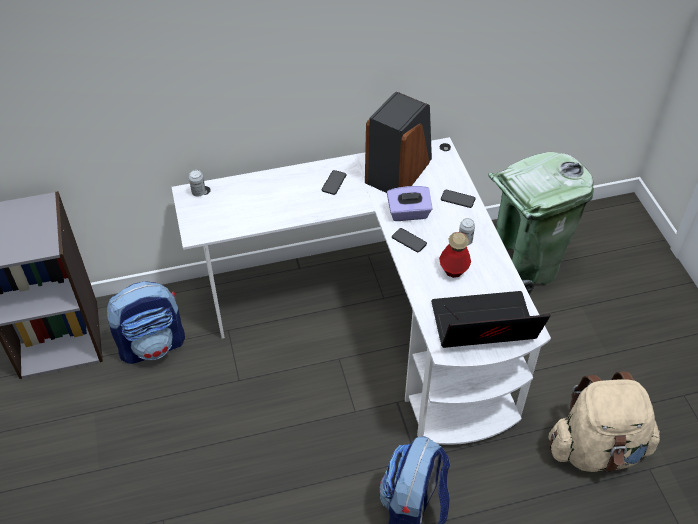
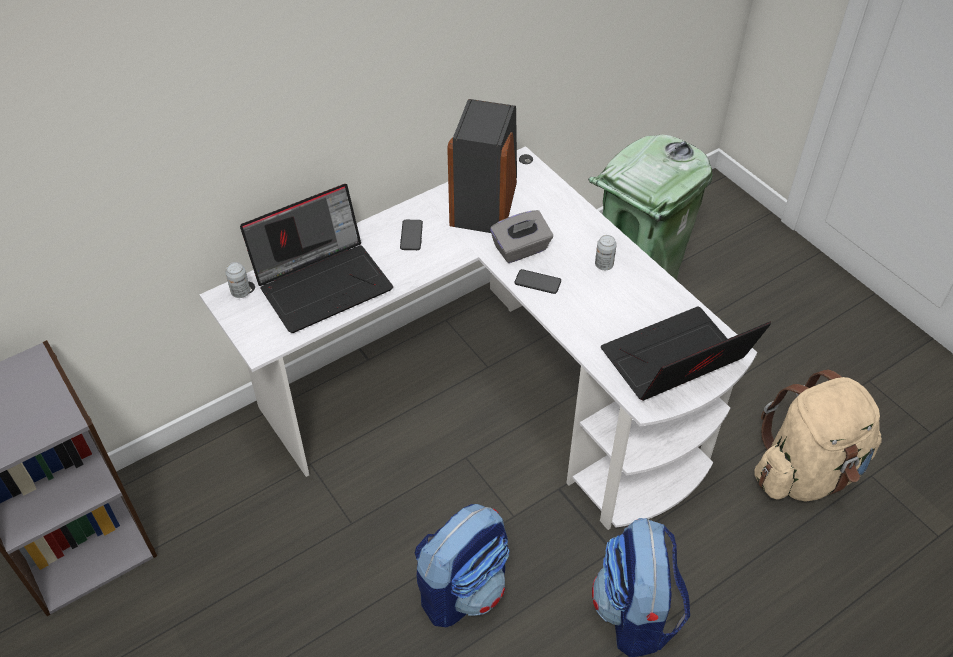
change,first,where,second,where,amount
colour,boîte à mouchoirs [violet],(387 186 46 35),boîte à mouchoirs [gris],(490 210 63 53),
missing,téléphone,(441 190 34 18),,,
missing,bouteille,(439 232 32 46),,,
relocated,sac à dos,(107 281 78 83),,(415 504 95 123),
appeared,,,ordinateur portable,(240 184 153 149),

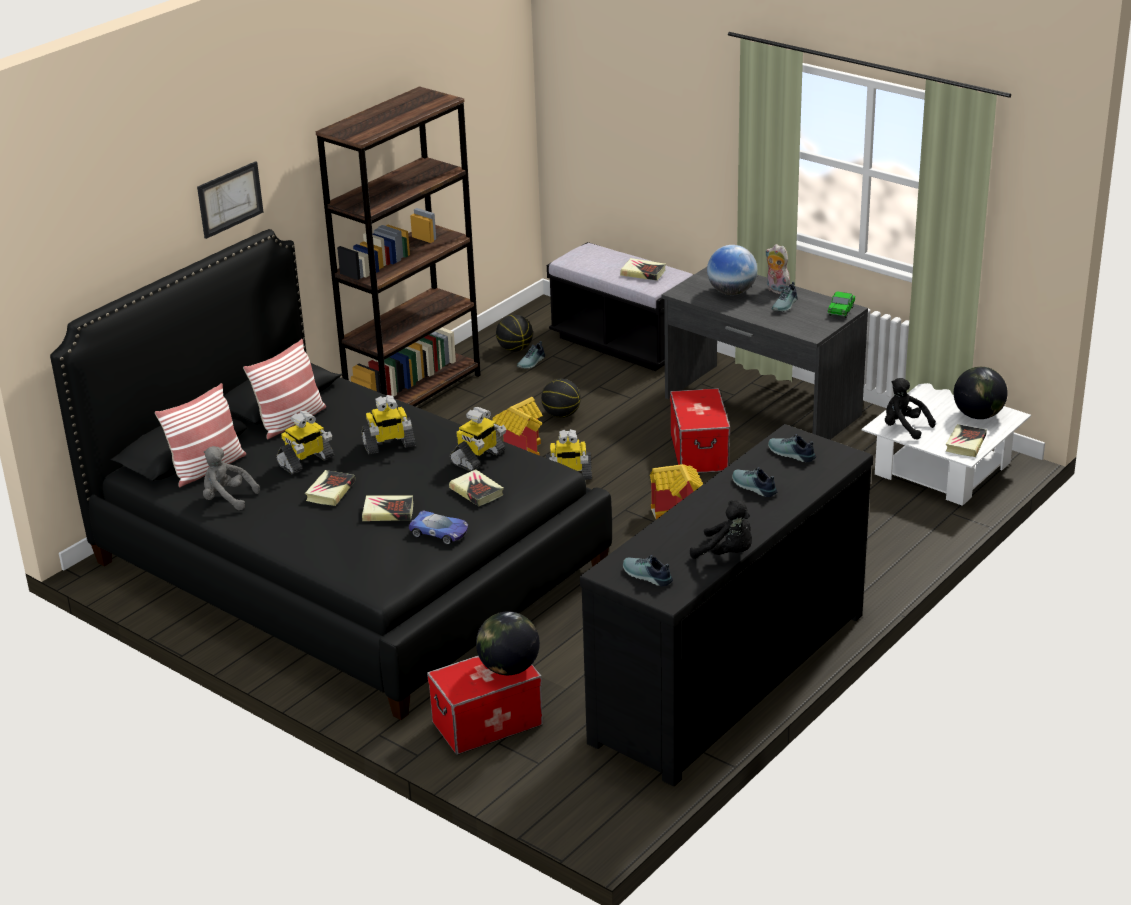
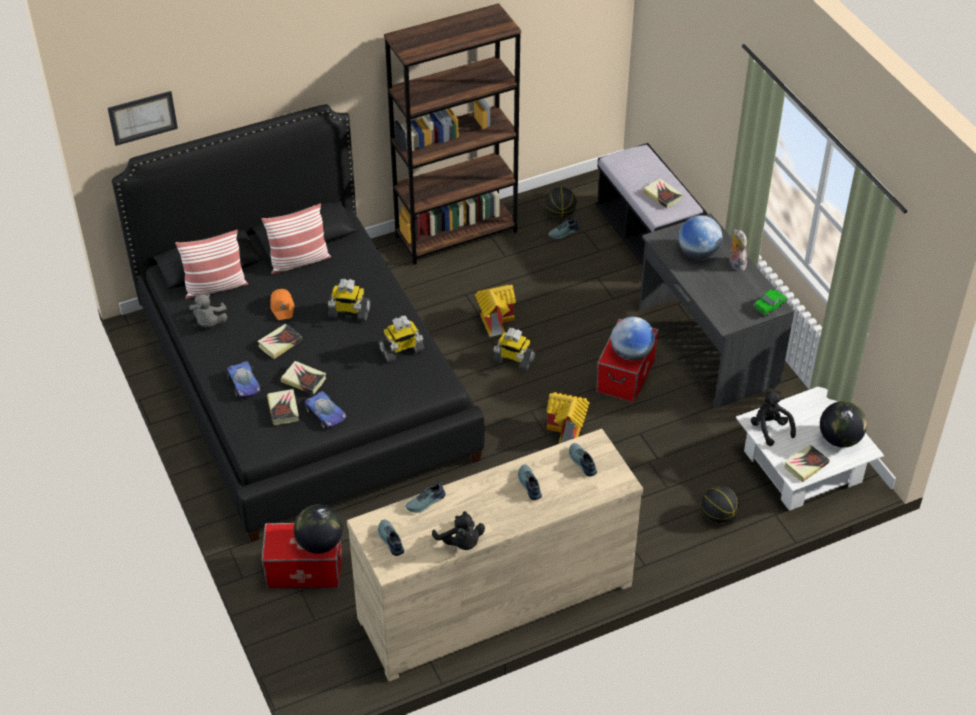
change,first,where,second,where,amount
relocated,tableau,(197 161 66 78),,(108 91 70 55),
relocated,chaussure,(772 282 26 30),,(405 482 40 31),
relocated,ballon de basket,(541 379 40 39),,(701 486 38 37),
exchanged,robot jouet,(276 411 58 64),casquette [orange],(270 289 25 31),
colour,commode [noir],(580 424 293 362),commode [beige],(347 429 296 252),
spun,peluche [gris],(203 446 57 64),,(189 294 38 33),135 degrees counterclockwise
relocated,livre,(449 469 55 37),,(267 389 32 36),
appeared,,,globe,(611 317 44 44),
appeared,,,petite voiture,(226 361 36 37),

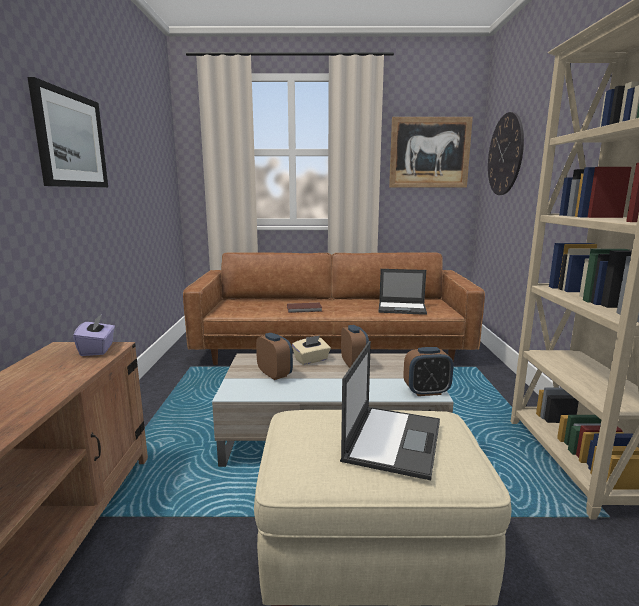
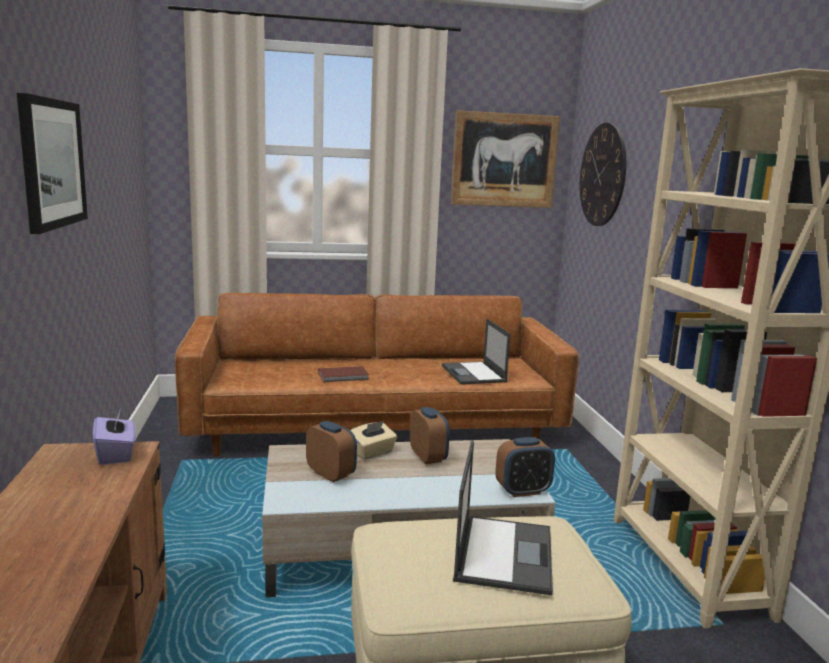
change,first,where,second,where,amount
spun,ordinateur portable,(378 269 49 46),,(442 319 68 66),75 degrees clockwise

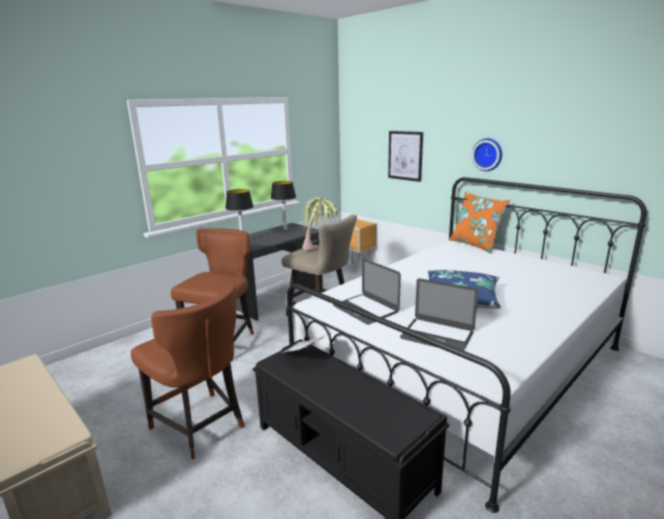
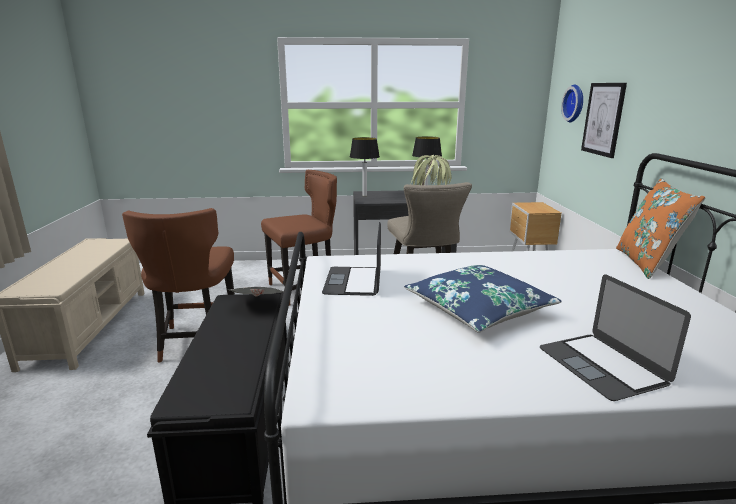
change,first,where,second,where,amount
relocated,horloge murale,(472 138 30 33),,(561 84 22 38),
relocated,ordinateur portable,(400 278 78 72),,(540 274 151 127),

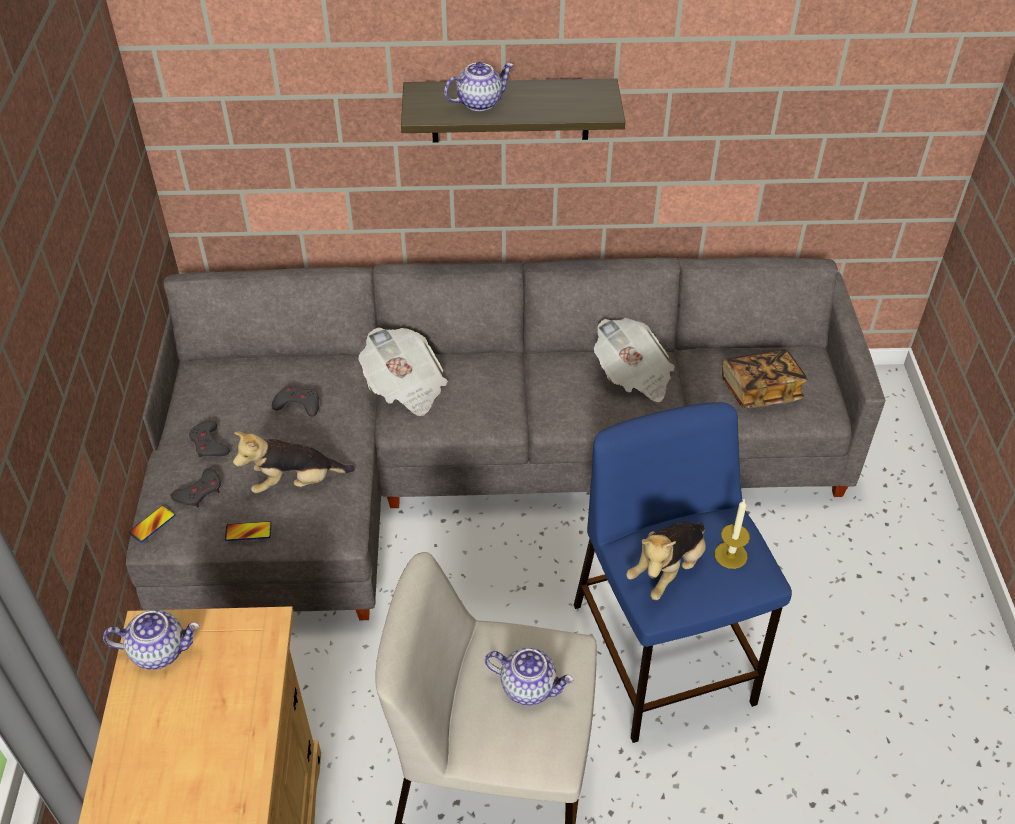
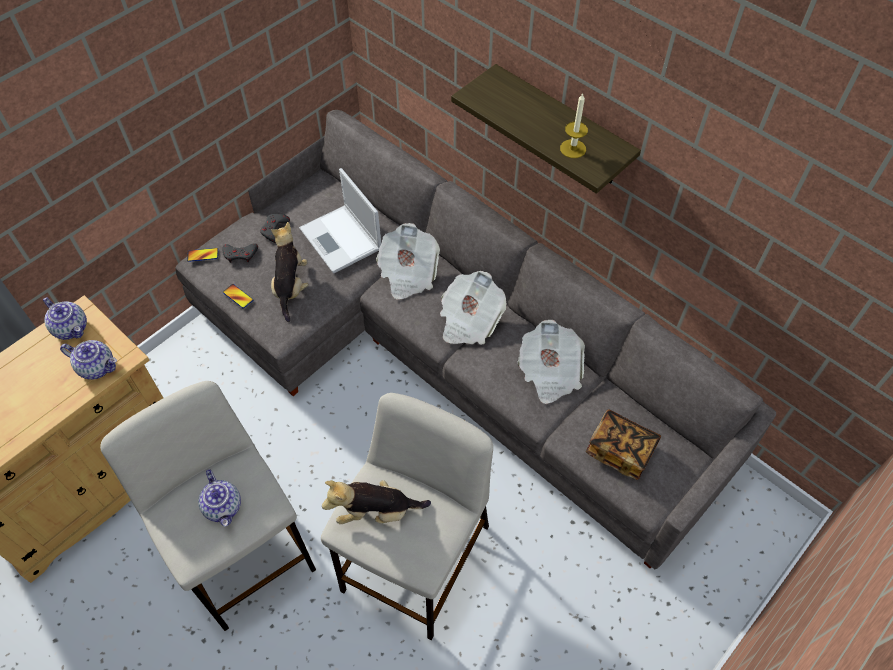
change,first,where,second,where,amount
relocated,théière,(444 62 70 49),,(60 340 57 40),
exchanged,manette [gris],(272 386 47 30),ordinateur portable,(299 168 82 105),
colour,tabouret [bleu],(574 402 218 341),tabouret [beige],(321 393 172 247),
spun,peluche,(233 431 122 62),,(271 222 38 100),60 degrees clockwise
relocated,bougie,(714 500 36 69),,(560 93 28 65),
appeared,,,journal,(440 271 67 74),

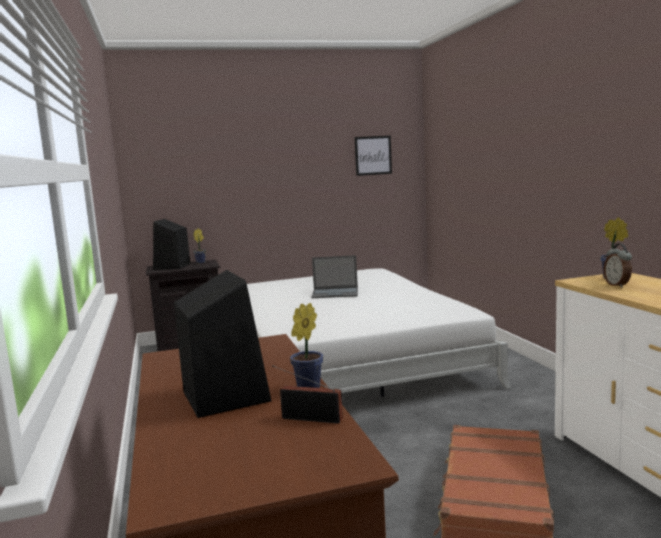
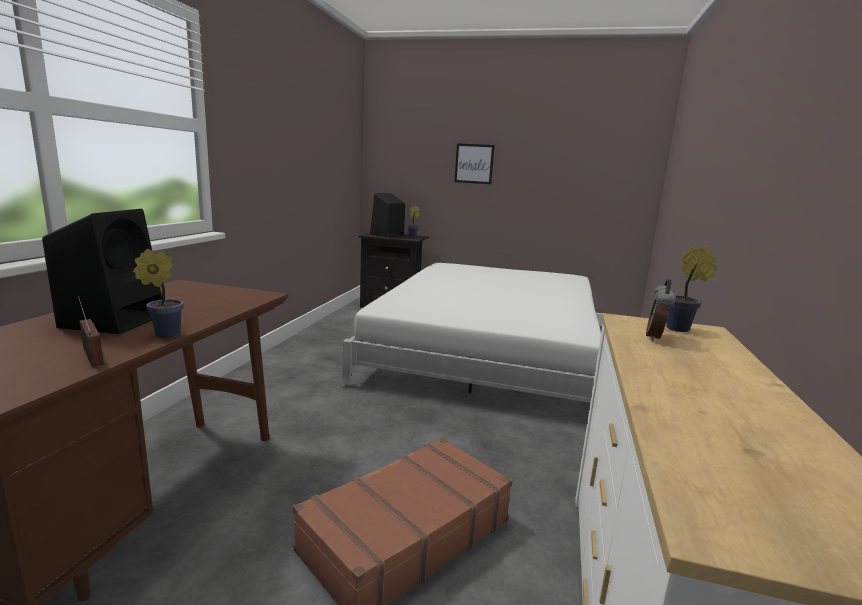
change,first,where,second,where,amount
relocated,tableau,(355 136 37 40),,(454 143 41 41),
missing,ordinateur portable,(312 255 46 43),,,

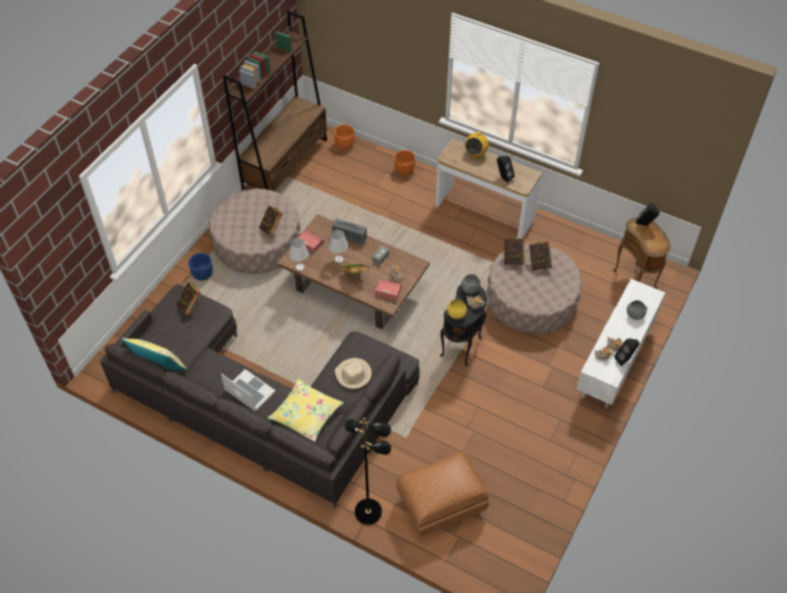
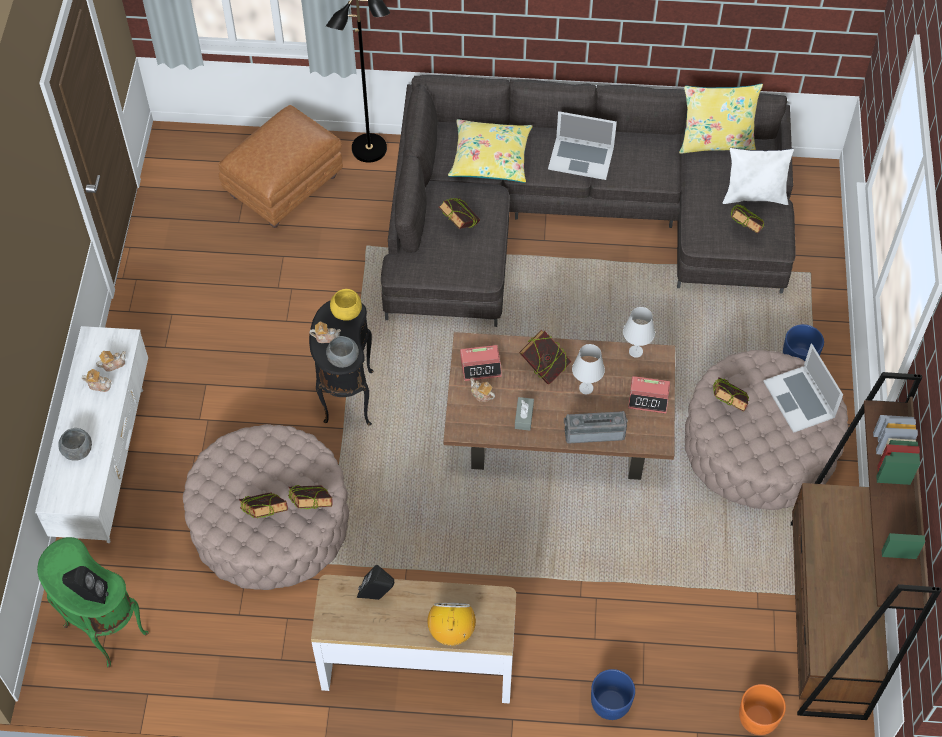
change,first,where,second,where,amount
colour,cache-pot [orange],(394 150 21 26),cache-pot [bleu],(591 669 44 51),
colour,table d'appoint [marron],(613 217 57 72),table d'appoint [vert],(37 537 112 131),
missing,enceinte [noir],(614 338 26 28),,,
exchanged,chapeau [beige],(335 358 37 31),livre,(439 198 41 31),
appeared,,,coussin [blanc],(723 148 71 57),
appeared,,,ordinateur portable,(763 343 80 90),

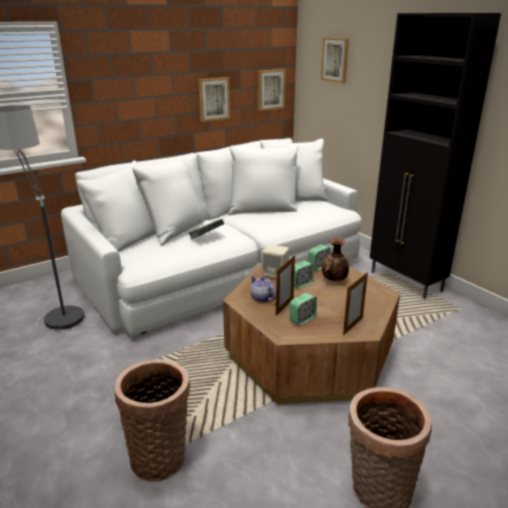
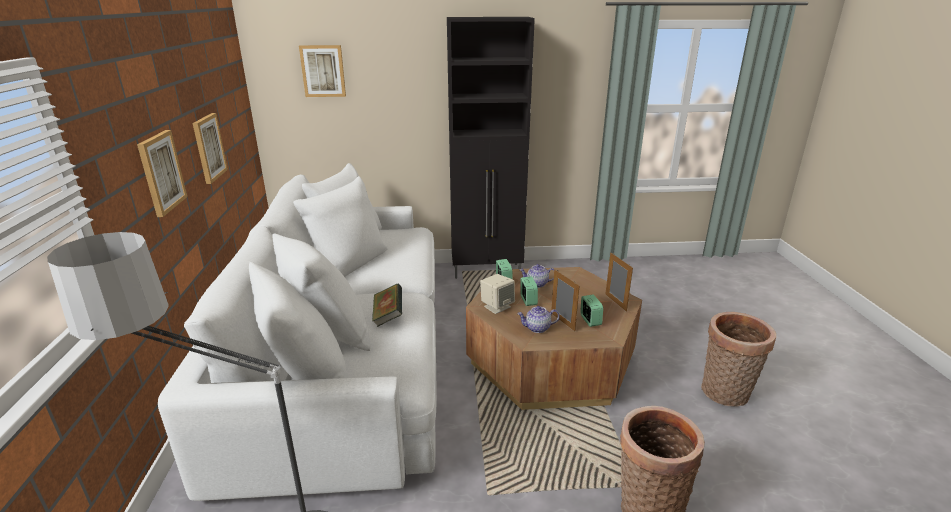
change,first,where,second,where,amount
relocated,tableau,(258 69 27 42),,(137 130 50 87),
exchanged,vase,(322 238 27 43),théière,(519 264 35 24),

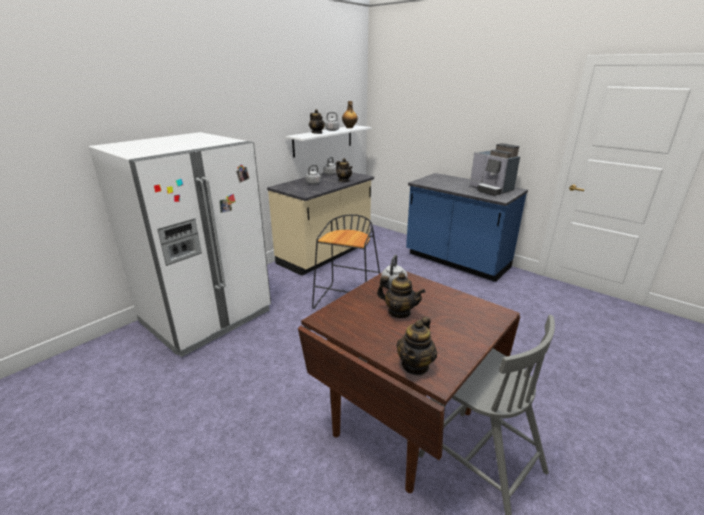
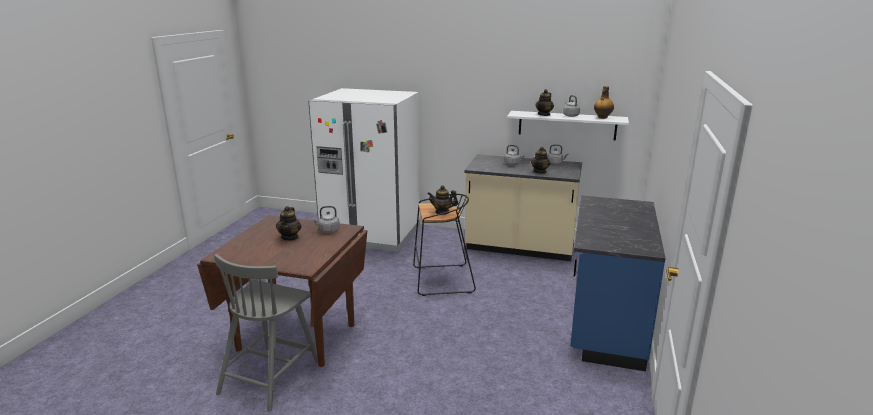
change,first,where,second,where,amount
missing,machine à café,(470 143 50 53),,,
relocated,théière,(396 317 41 59),,(427 185 31 30),

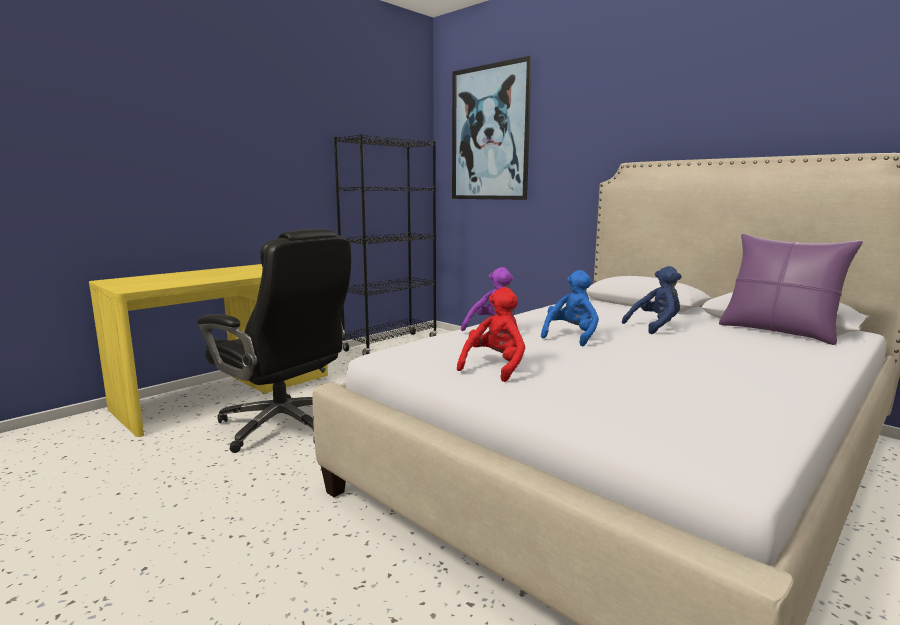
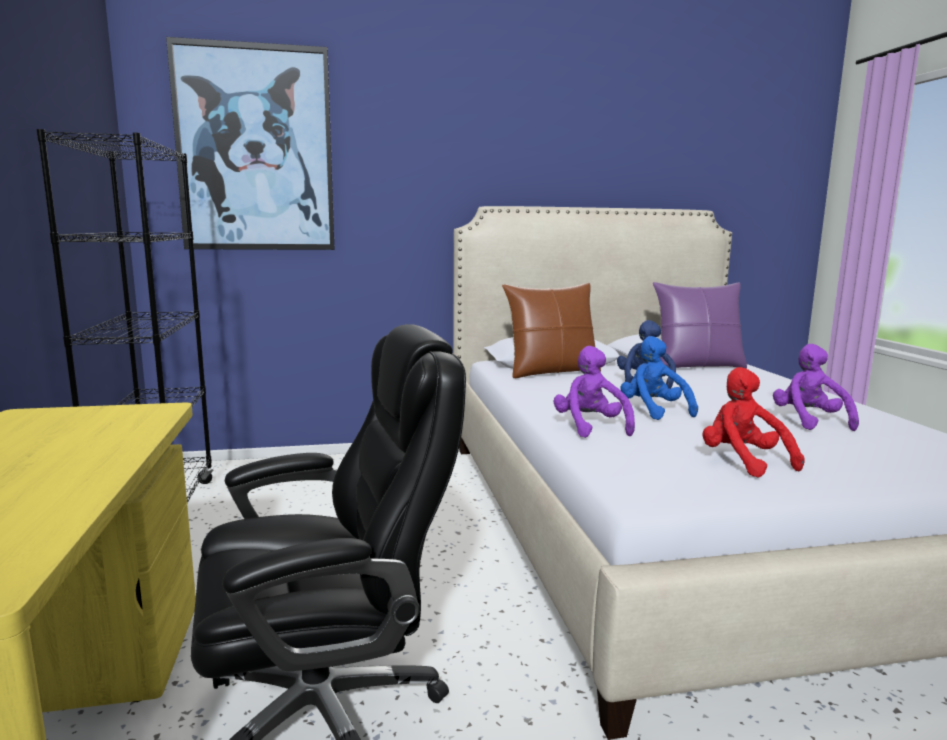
change,first,where,second,where,amount
appeared,,,coussin [marron],(502 283 99 95),
appeared,,,peluche [violet],(773 344 86 87),

